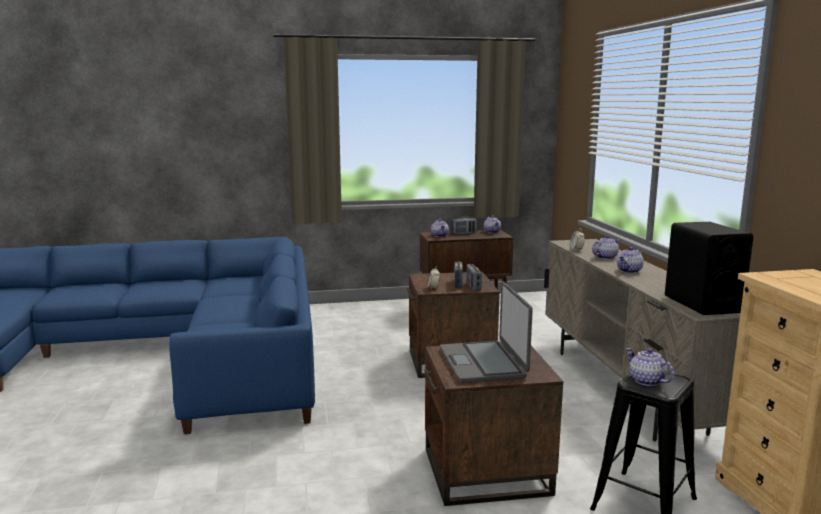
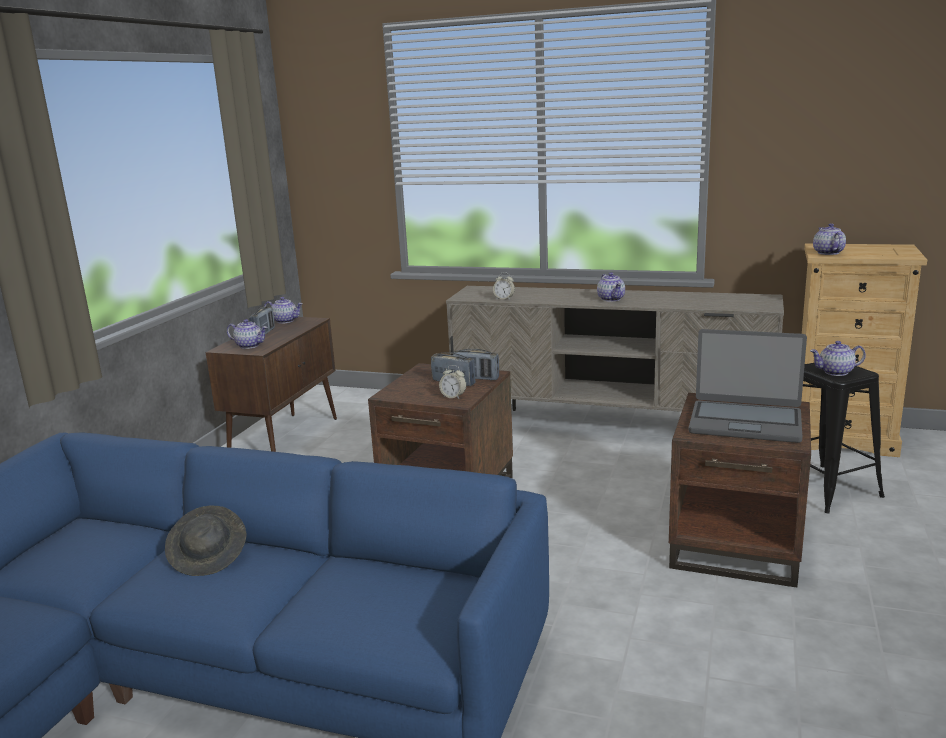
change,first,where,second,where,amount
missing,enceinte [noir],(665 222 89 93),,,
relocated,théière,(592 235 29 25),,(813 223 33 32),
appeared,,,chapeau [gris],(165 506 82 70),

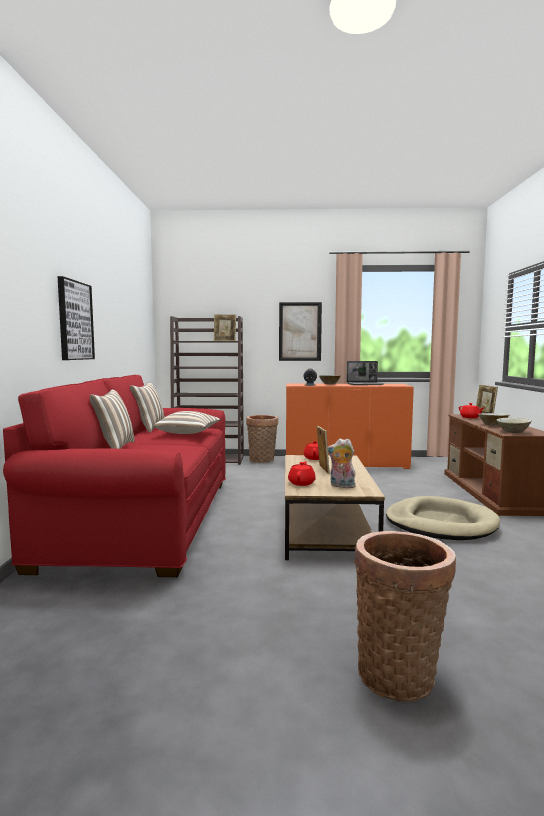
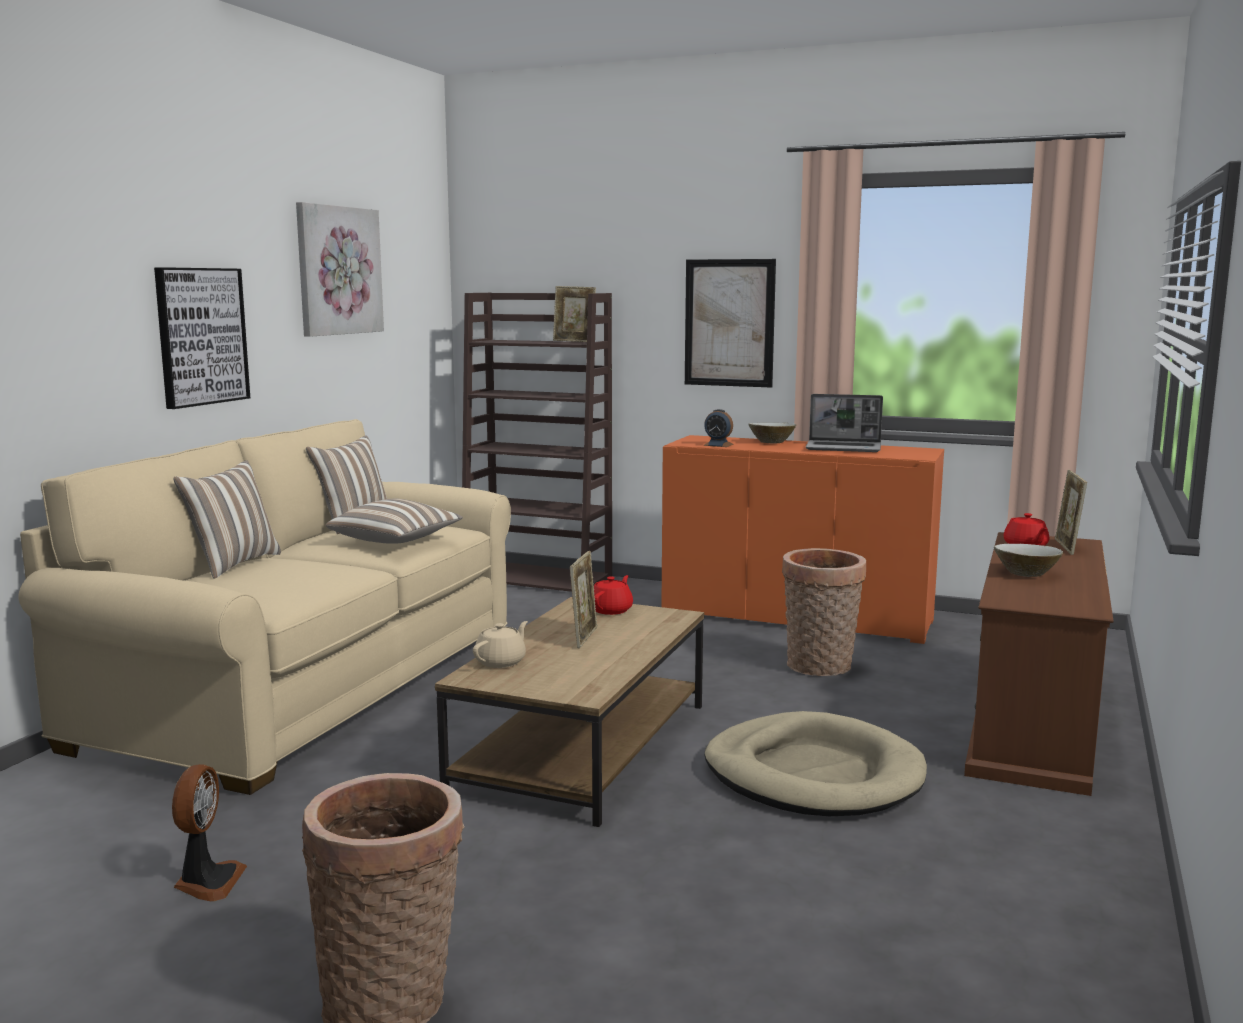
change,first,where,second,where,amount
colour,canapé [rouge],(3 375 223 202),canapé [beige],(19 419 492 376),
relocated,panier,(246 415 32 48),,(782 548 84 128),
missing,bol [beige],(496 418 35 15),,,
missing,peluche,(327 438 30 50),,,
colour,théière [rouge],(288 461 28 25),théière [beige],(473 621 55 47),
appeared,,,tableau,(296 202 88 135),
appeared,,,ventilateur,(172 764 75 137),

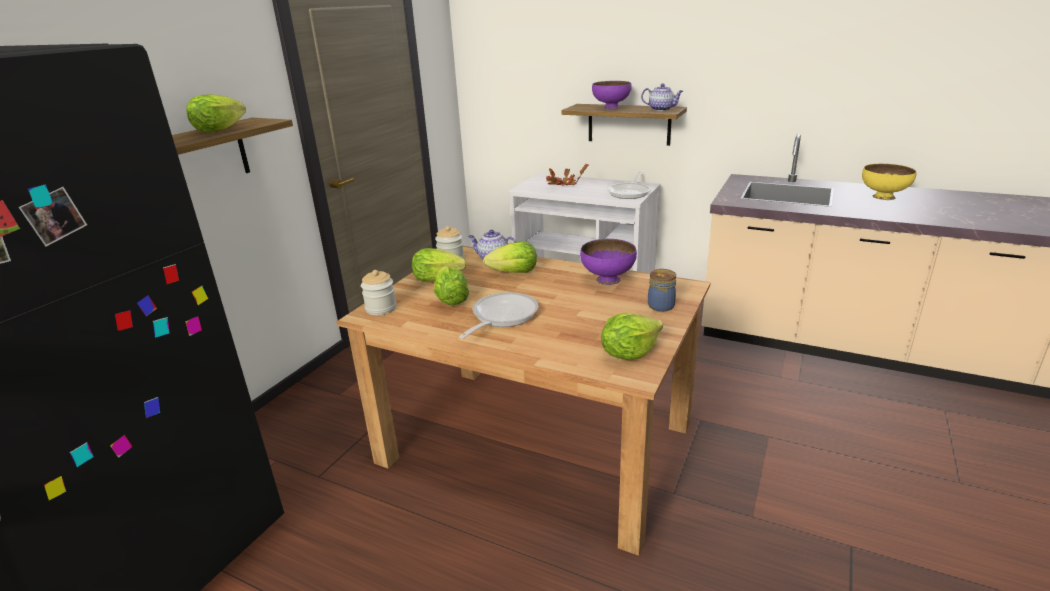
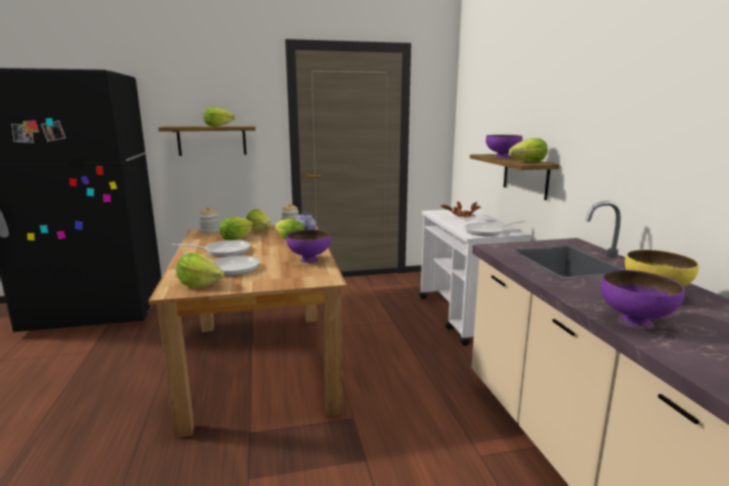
change,first,where,second,where,amount
exchanged,théière,(641 84 42 27),laitue,(509 138 39 24),
missing,bocal,(648 269 28 43),,,
appeared,,,poêle,(183 253 77 23),
appeared,,,bol [violet],(601 270 84 60),

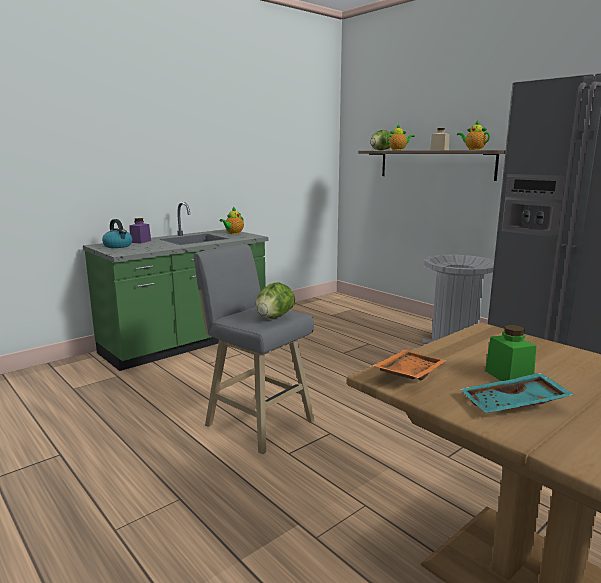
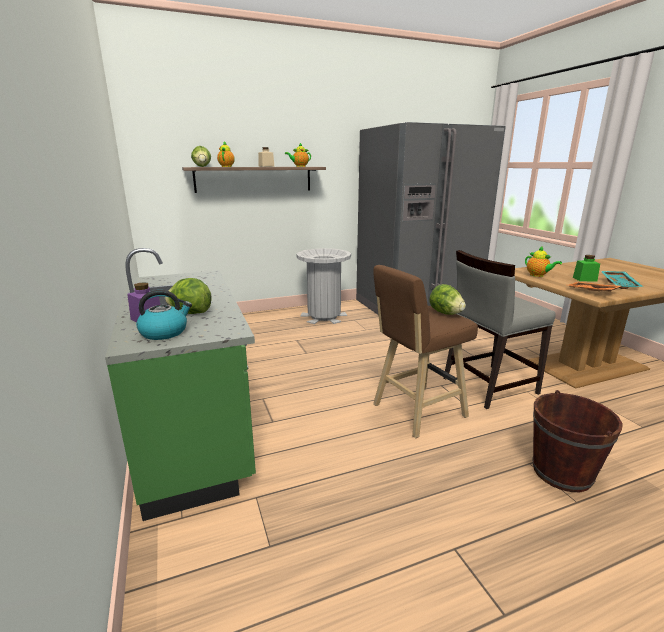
change,first,where,second,where,amount
relocated,théière,(220 207 24 27),,(525 247 37 30),
colour,tabouret [gris],(194 244 121 210),tabouret [marron],(373 265 105 173),
appeared,,,chaise [gris],(443 250 113 159),
appeared,,,laitue,(165 278 46 36),
appeared,,,seau [marron],(533 390 90 102),

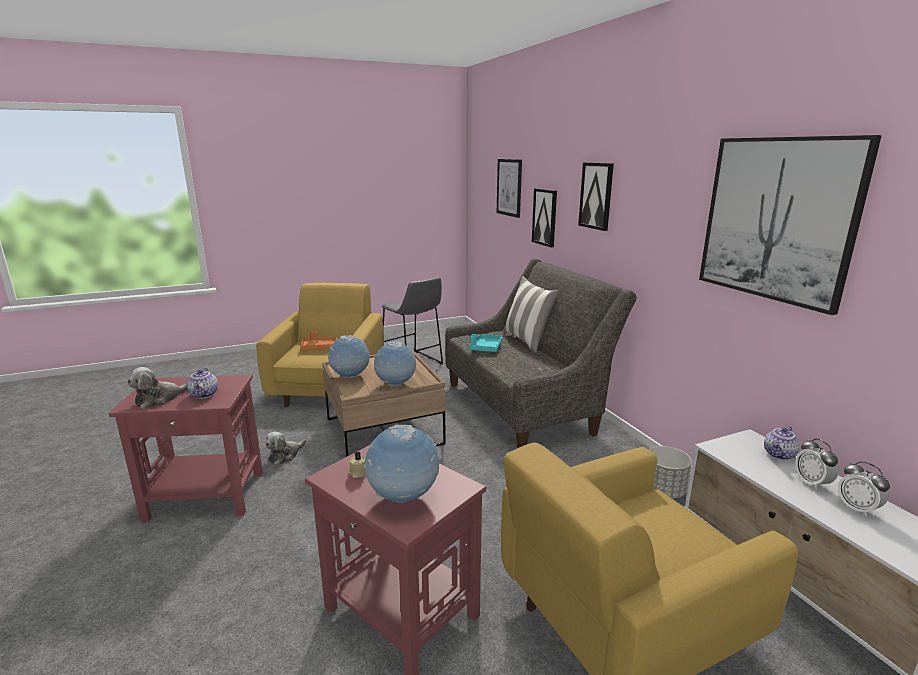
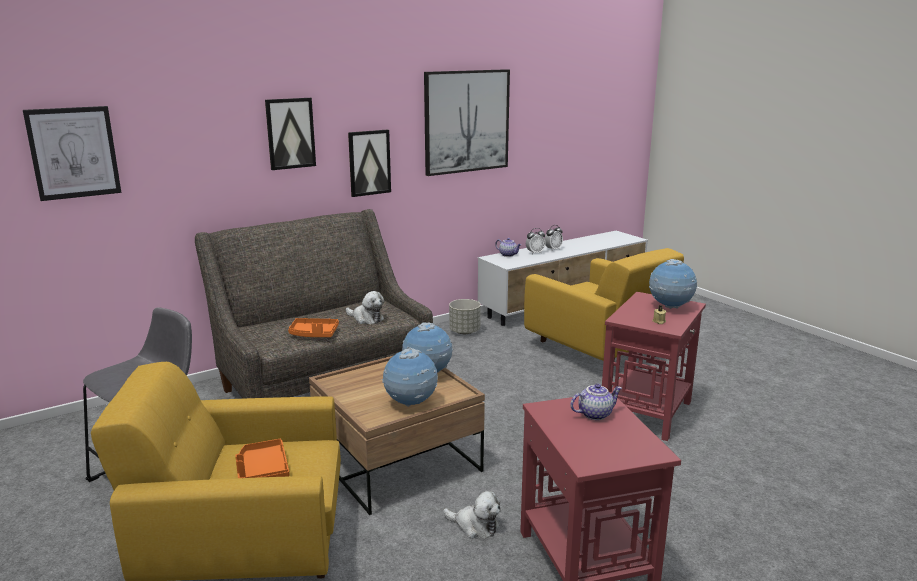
change,first,where,second,where,amount
relocated,tableau,(532 188 25 59),,(348 129 43 68),
missing,coussin,(503 277 56 76),,,
colour,plateau [turquoise],(469 334 34 18),plateau [orange],(288 318 51 19),
relocated,peluche,(127 367 61 42),,(346 291 38 33),

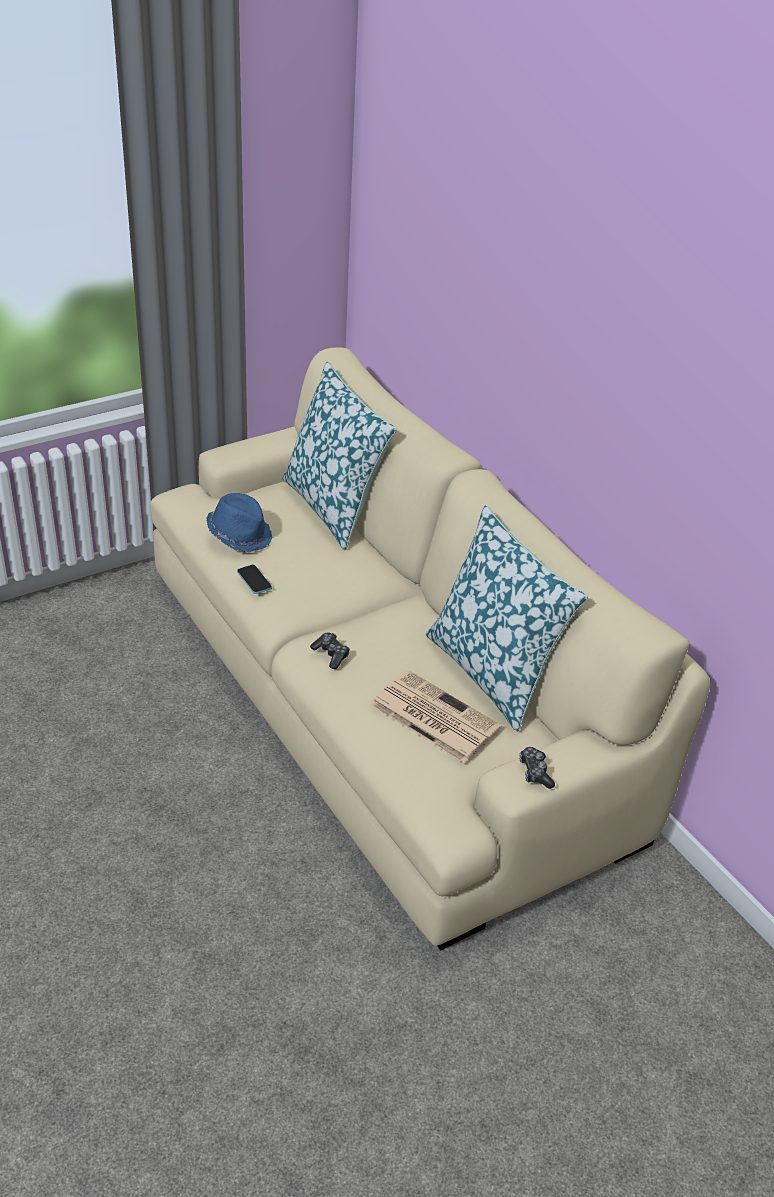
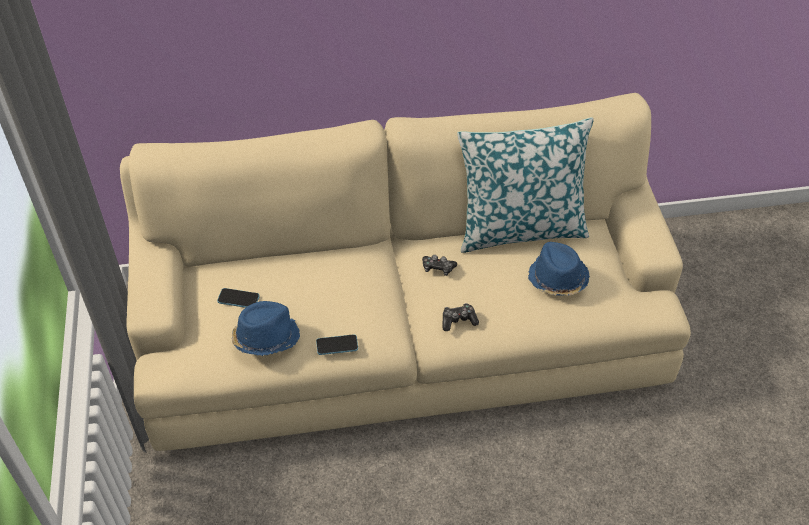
change,first,where,second,where,amount
missing,coussin,(282 362 115 188),,,
exchanged,journal,(371 671 131 92),chapeau [bleu],(528 242 62 54),
relocated,manette,(519 747 36 42),,(422 255 35 21),
appeared,,,téléphone,(217 288 43 20),

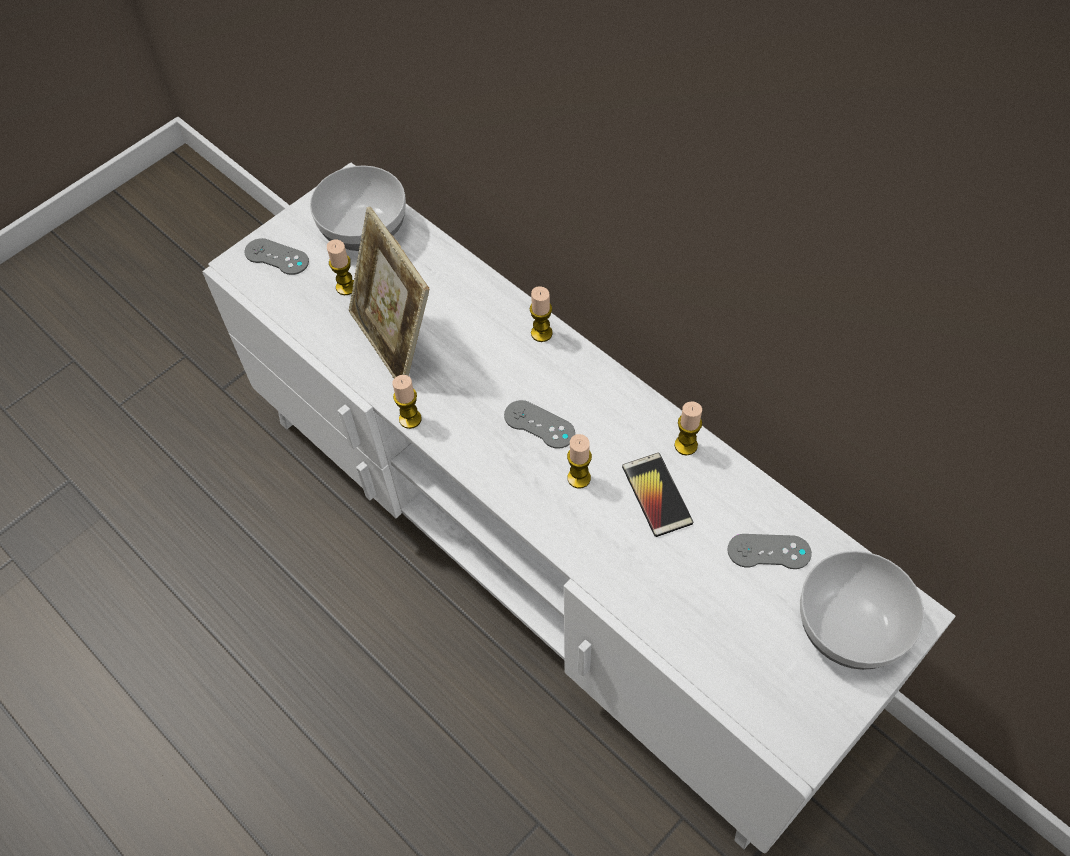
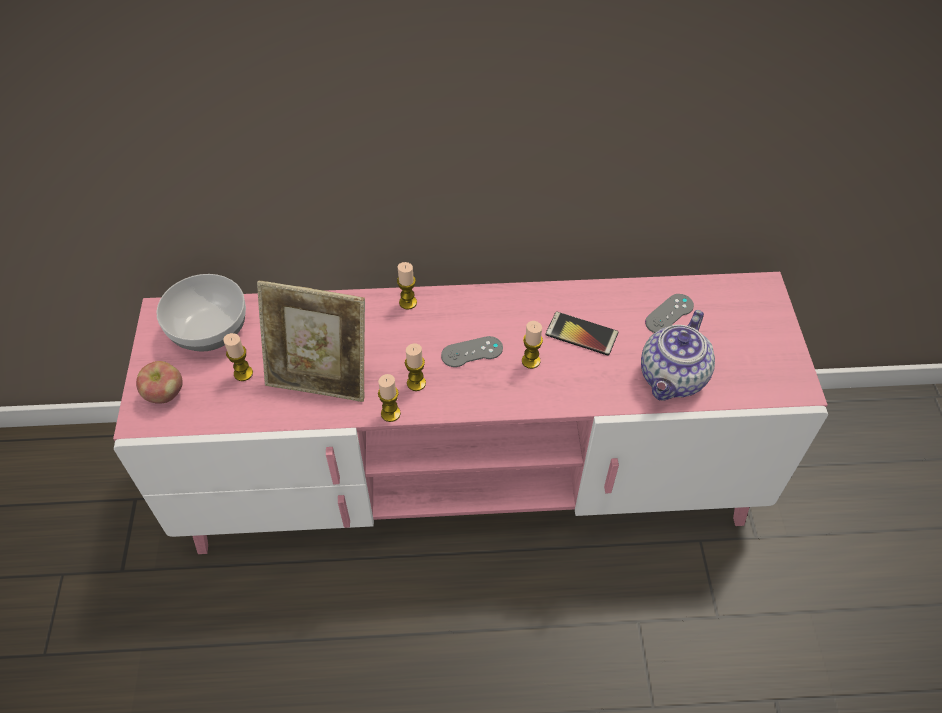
change,first,where,second,where,amount
colour,meuble télé [blanc],(202 162 753 691),meuble télé [rose],(113 272 715 282),
exchanged,manette [gris],(244 238 65 37),pomme,(136 361 47 43),
relocated,bougie,(674 401 28 54),,(405 344 21 47),
missing,bol,(800 551 124 119),,,
appeared,,,théière,(641 310 74 91),

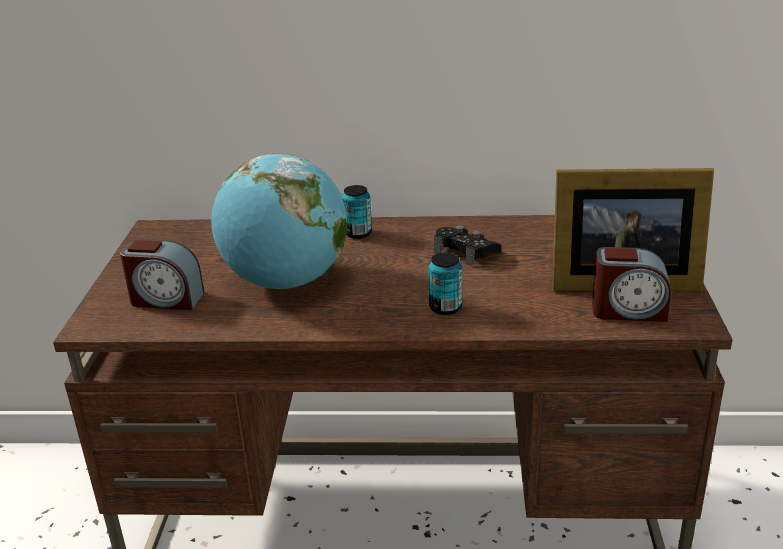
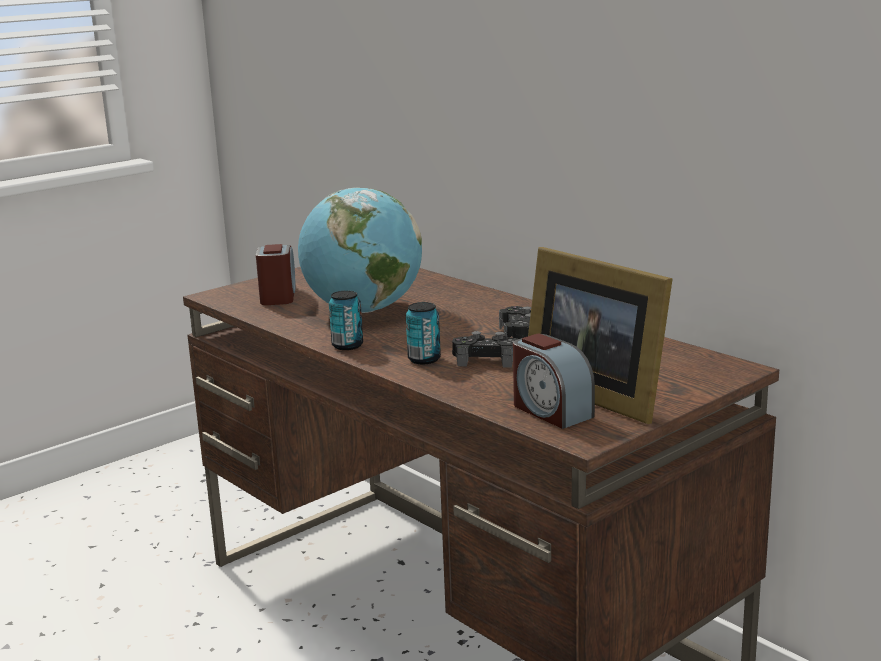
change,first,where,second,where,amount
relocated,boîte métallique,(342 185 30 54),,(329 291 34 59),
spun,réveil,(120 239 84 71),,(256 244 39 61),150 degrees counterclockwise
appeared,,,manette [noir],(452 331 66 37),

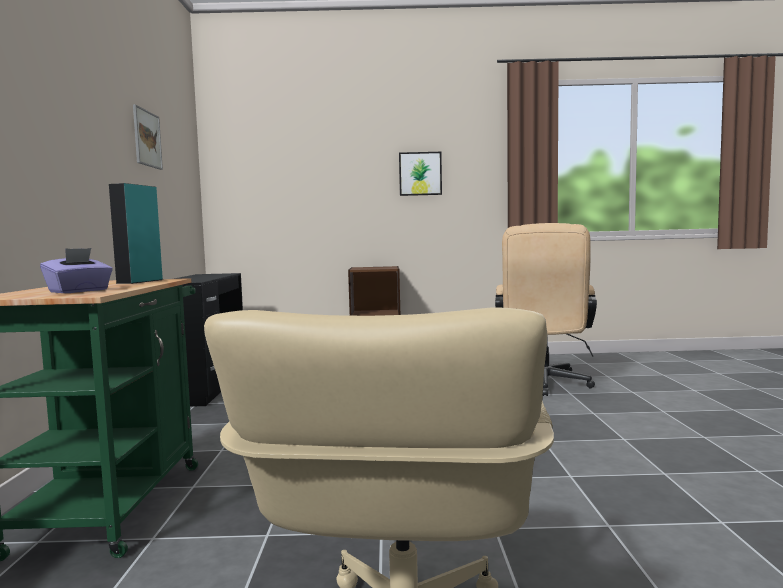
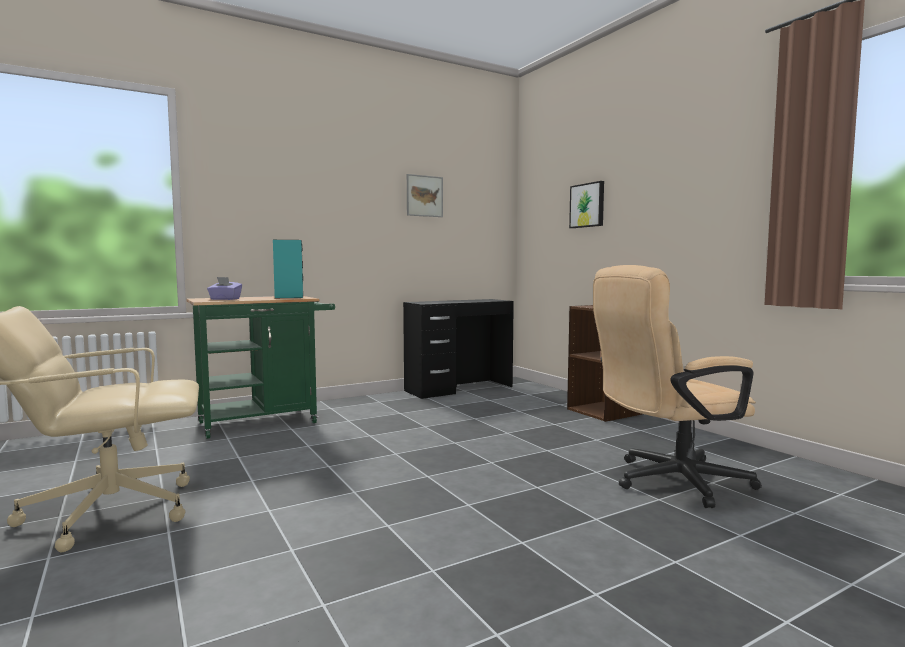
change,first,where,second,where,amount
relocated,tableau,(399 152 43 44),,(569 181 35 47),

